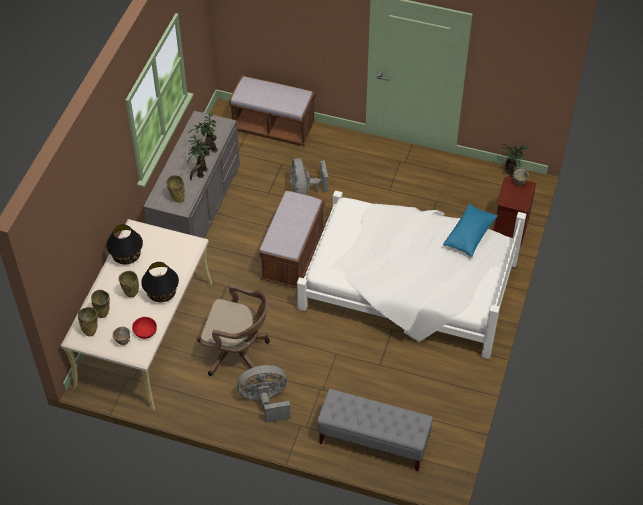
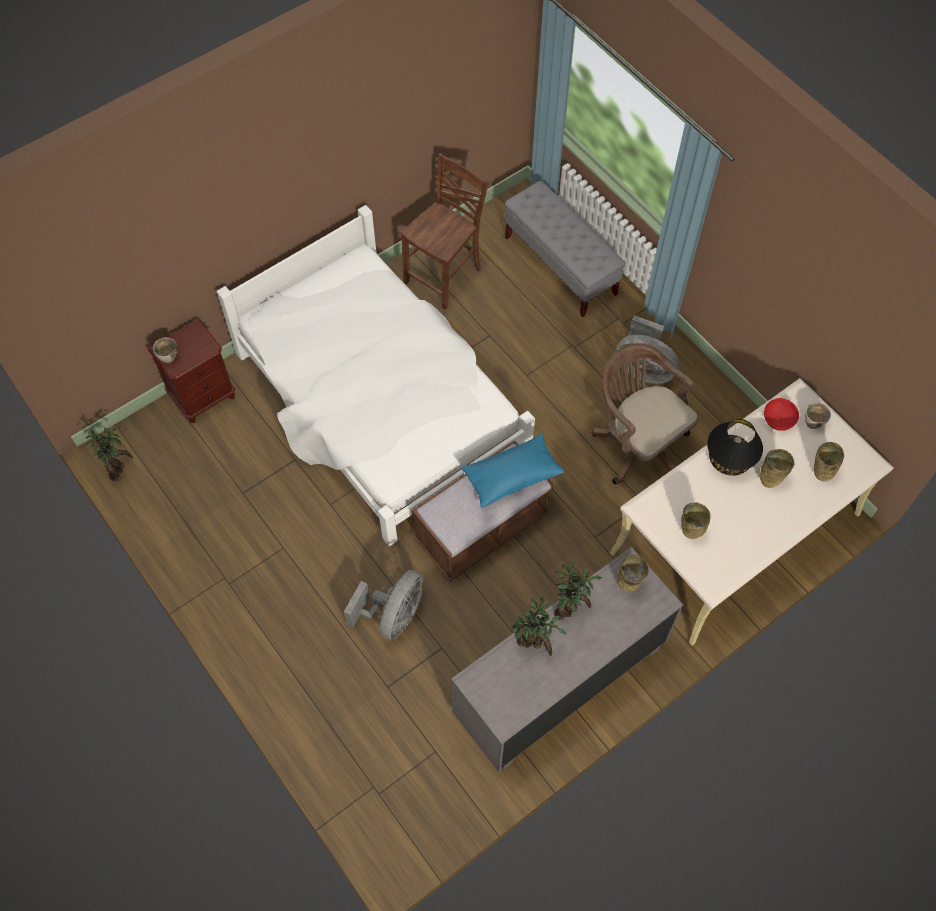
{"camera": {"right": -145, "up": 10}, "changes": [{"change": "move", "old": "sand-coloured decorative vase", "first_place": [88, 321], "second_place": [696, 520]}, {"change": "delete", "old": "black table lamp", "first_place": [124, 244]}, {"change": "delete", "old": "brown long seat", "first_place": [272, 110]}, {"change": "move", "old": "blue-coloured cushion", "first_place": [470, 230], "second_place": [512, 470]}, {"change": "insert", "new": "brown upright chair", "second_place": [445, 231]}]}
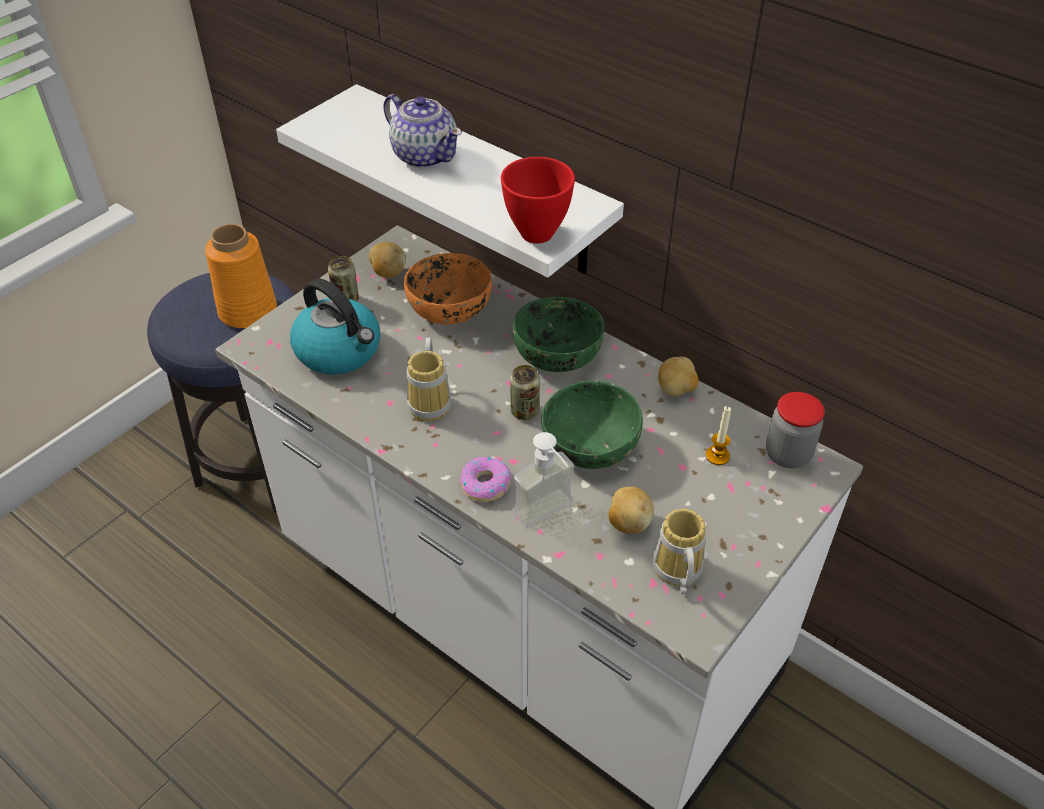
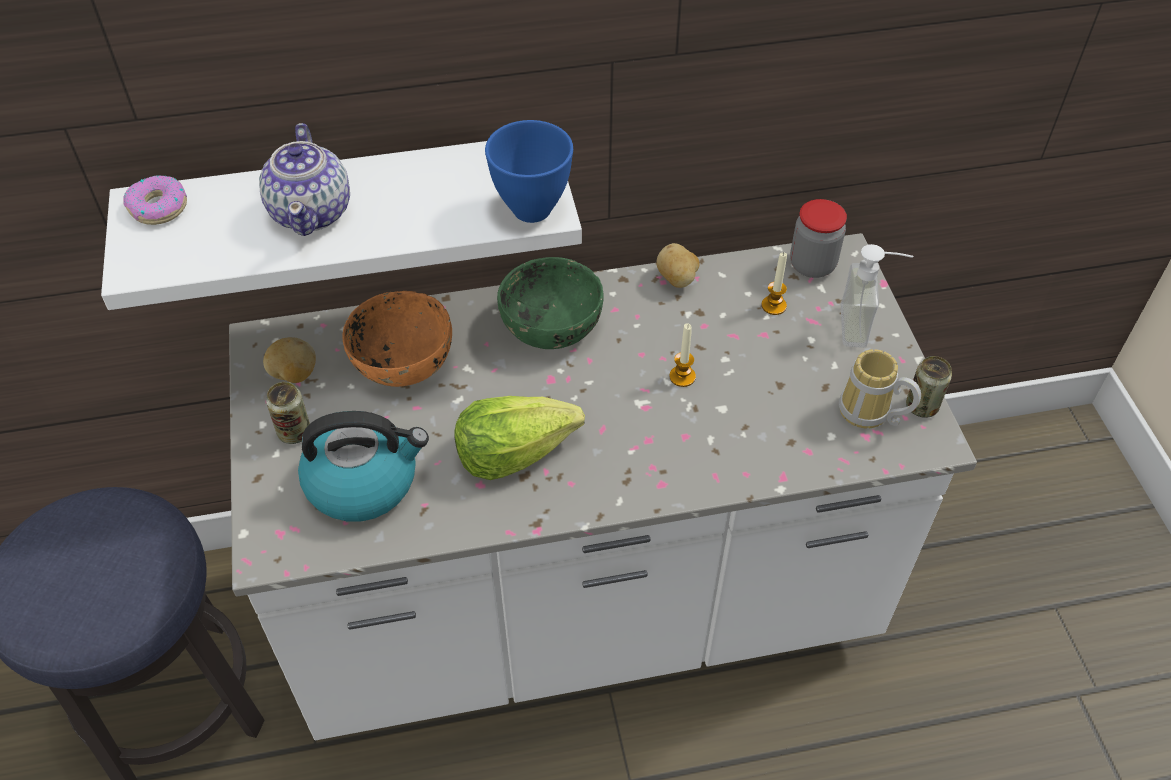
{"camera": {"right": -50, "up": 5}, "changes": [{"change": "delete", "old": "orange decorative vase", "first_place": [241, 276]}, {"change": "rotate", "old": "tea pot", "first_place": [422, 131], "second_place": [304, 179], "degrees": 90}, {"change": "replace", "old": "coffee mug", "new": "lettuce head", "first_place": [429, 379], "second_place": [519, 438]}, {"change": "move", "old": "doughnut", "first_place": [485, 479], "second_place": [155, 200]}, {"change": "recolor", "old": "red bowl", "new": "blue-coloured bowl", "first_place": [538, 200], "second_place": [529, 171]}, {"change": "move", "old": "metal can", "first_place": [525, 392], "second_place": [929, 387]}, {"change": "move", "old": "liquid soap bottle", "first_place": [543, 480], "second_place": [877, 296]}, {"change": "replace", "old": "greenish bowl", "new": "candle", "first_place": [592, 425], "second_place": [682, 355]}, {"change": "delete", "old": "potato", "first_place": [631, 510]}]}
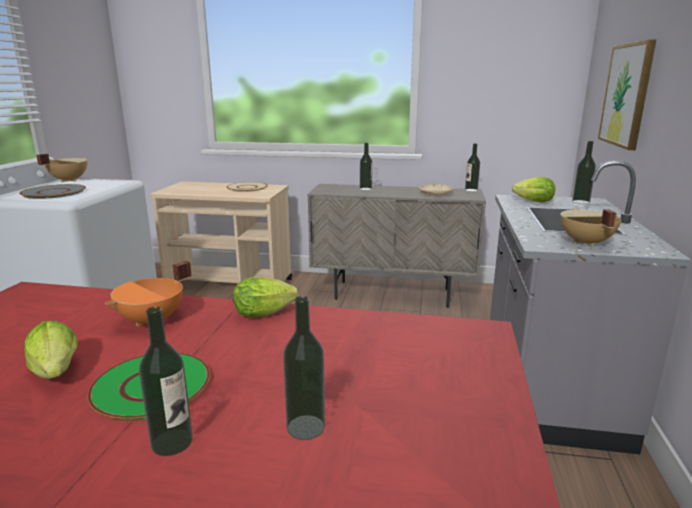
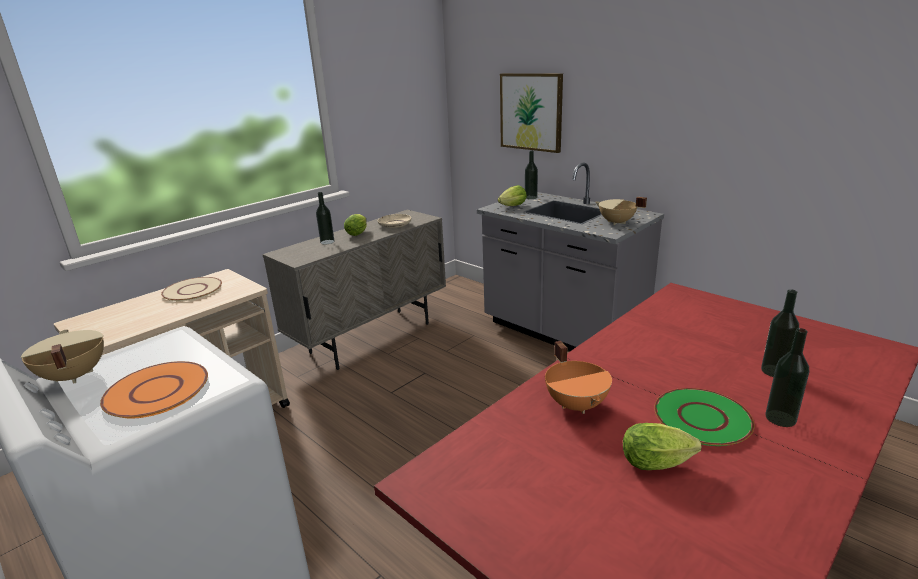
{"camera": {"right": -55, "up": 5}, "changes": [{"change": "recolor", "old": "grey flat dish", "new": "orange flat dish", "first_place": [52, 191], "second_place": [154, 389]}, {"change": "move", "old": "lettuce head", "first_place": [265, 297], "second_place": [355, 225]}, {"change": "delete", "old": "drink bottle", "first_place": [472, 167]}]}
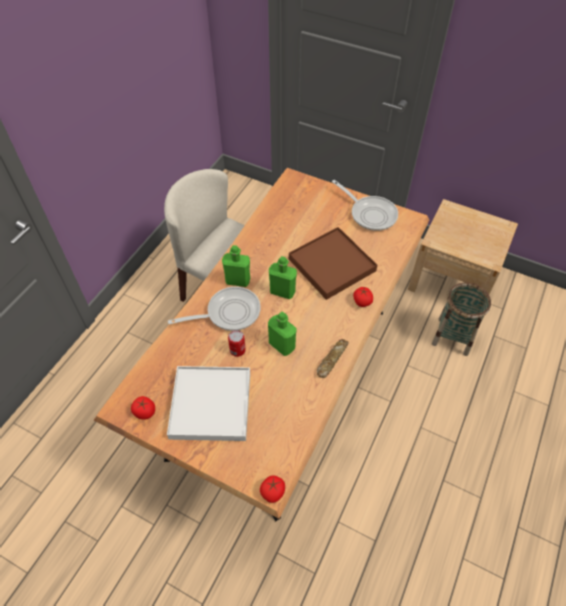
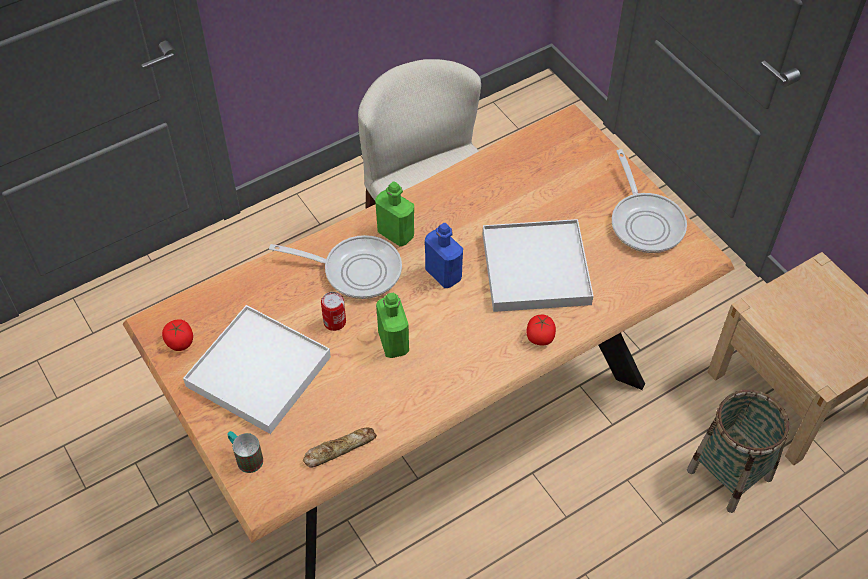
{"camera": {"right": 30, "up": 0}, "changes": [{"change": "delete", "old": "whole tomato", "first_place": [272, 489]}, {"change": "recolor", "old": "greenish drink bottle", "new": "blue-coloured drink bottle", "first_place": [283, 277], "second_place": [444, 255]}, {"change": "recolor", "old": "brown carrying tray", "new": "white-coloured carrying tray", "first_place": [333, 263], "second_place": [538, 265]}, {"change": "move", "old": "baked bread", "first_place": [333, 358], "second_place": [340, 447]}, {"change": "insert", "new": "coffee mug", "second_place": [245, 452]}]}
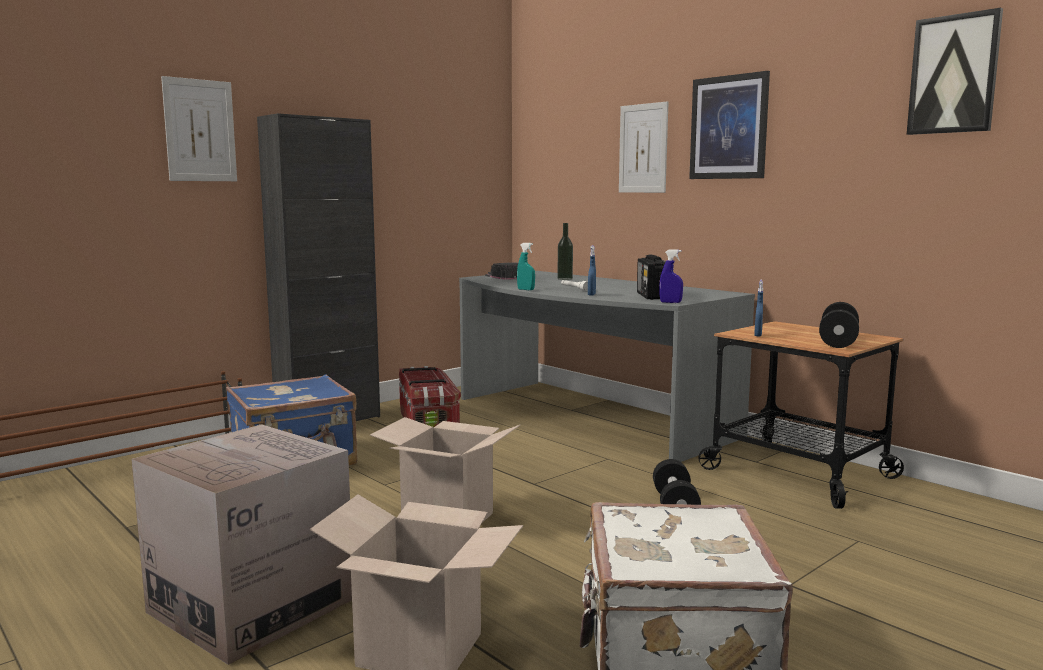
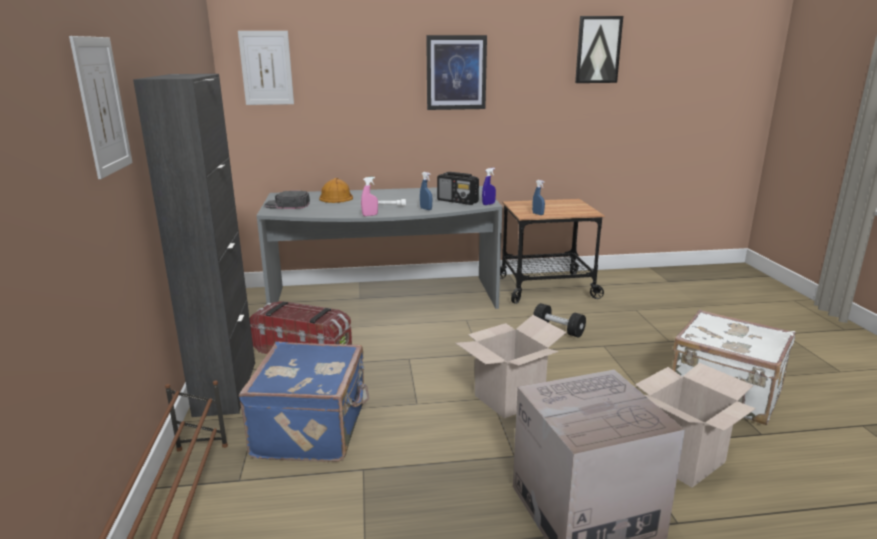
{"camera": {"right": -55, "up": 10}, "changes": [{"change": "recolor", "old": "blue-green sprayer", "new": "pinkish sprayer", "first_place": [526, 266], "second_place": [369, 196]}, {"change": "replace", "old": "drink bottle", "new": "orange safety helmet", "first_place": [565, 251], "second_place": [336, 190]}, {"change": "move", "old": "wall picture", "first_place": [644, 147], "second_place": [266, 68]}, {"change": "delete", "old": "black free weight", "first_place": [839, 325]}]}
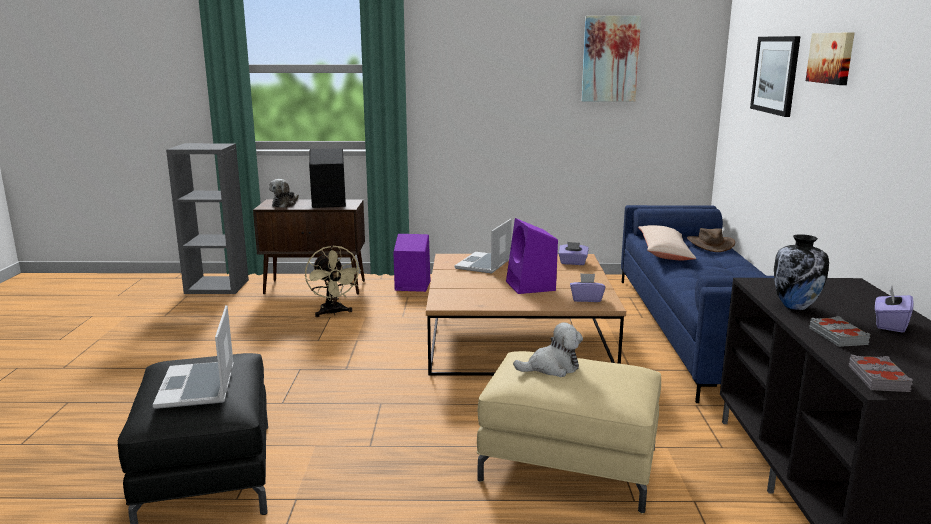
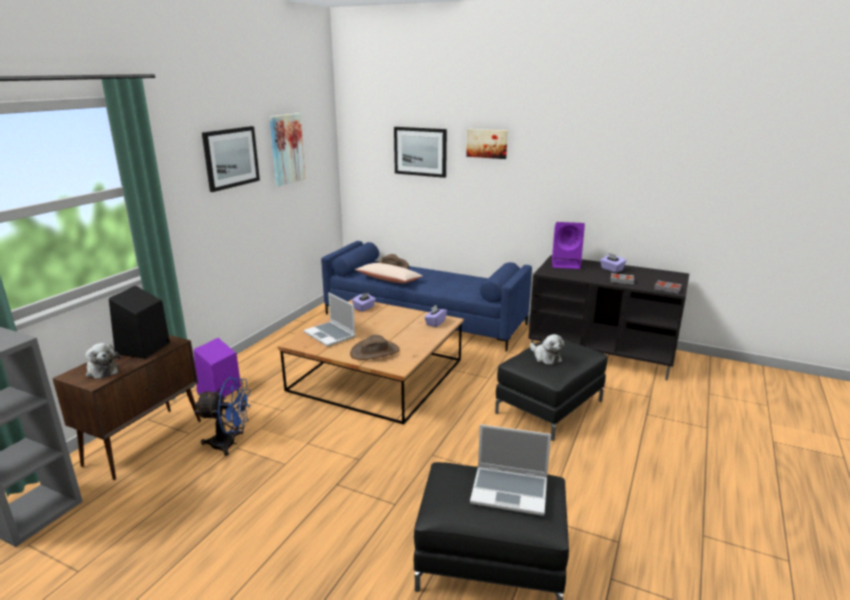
{"camera": {"right": -65, "up": 5}, "changes": [{"change": "recolor", "old": "sand-coloured cooling fan", "new": "blue-coloured cooling fan", "first_place": [333, 281], "second_place": [223, 416]}, {"change": "recolor", "old": "sand-coloured footrest", "new": "black footrest", "first_place": [569, 432], "second_place": [551, 389]}, {"change": "move", "old": "purple-coloured audio speaker", "first_place": [532, 256], "second_place": [568, 245]}, {"change": "rotate", "old": "soft toy", "first_place": [548, 349], "second_place": [547, 349], "degrees": 135}, {"change": "delete", "old": "decorative vase", "first_place": [801, 272]}, {"change": "insert", "new": "wall picture", "second_place": [231, 159]}, {"change": "insert", "new": "brown clothing hat", "second_place": [375, 347]}]}
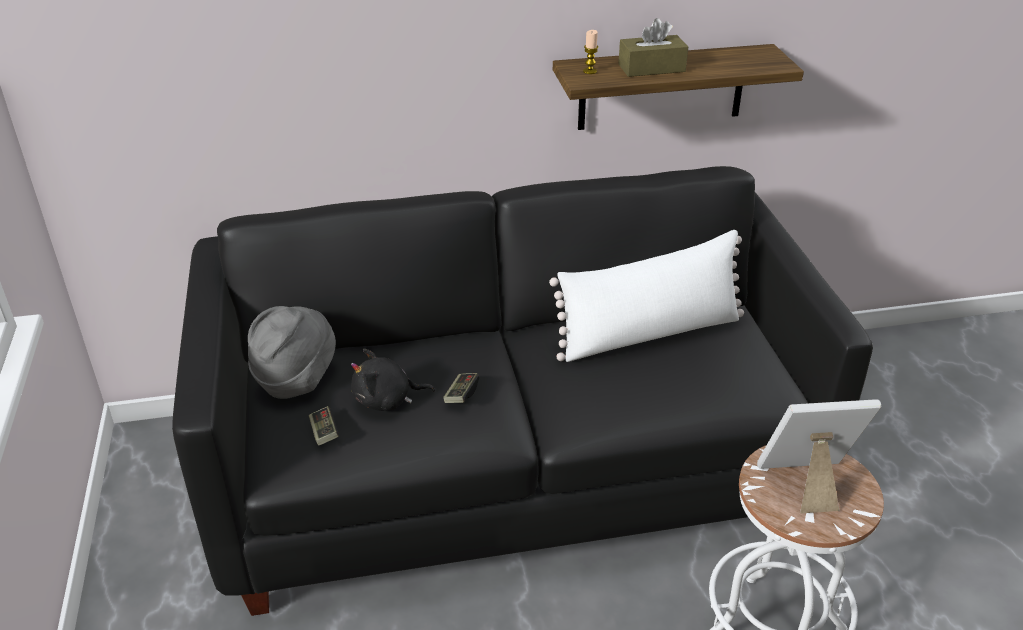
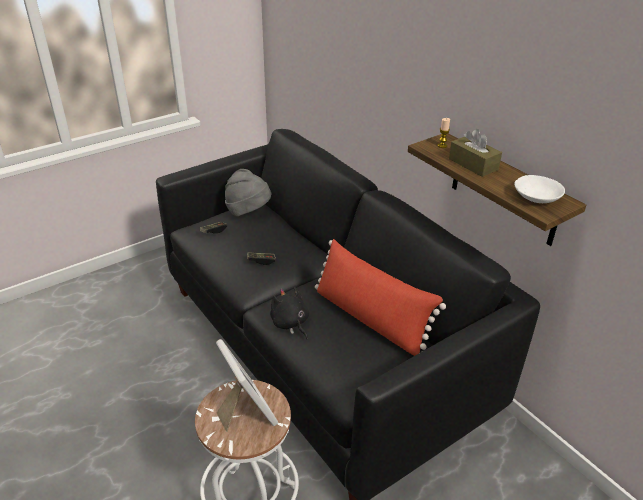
{"camera": {"right": 65, "up": 0}, "changes": [{"change": "move", "old": "black soft toy", "first_place": [393, 379], "second_place": [289, 314]}, {"change": "recolor", "old": "white-coloured cushion", "new": "red cushion", "first_place": [646, 296], "second_place": [380, 297]}, {"change": "insert", "new": "white-coloured bowl", "second_place": [539, 189]}]}
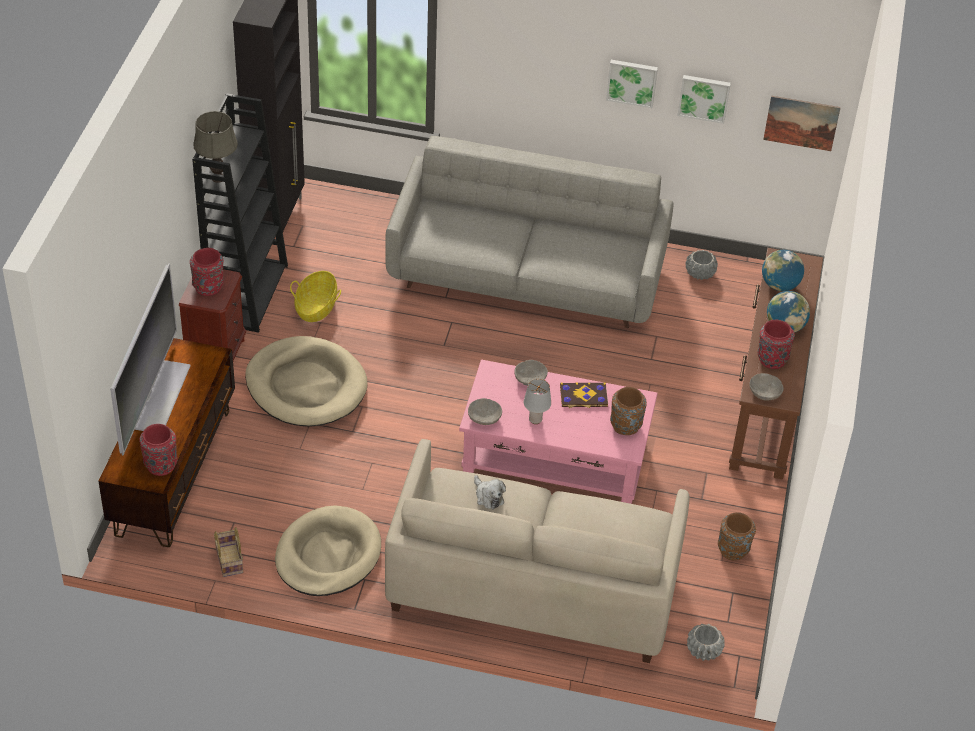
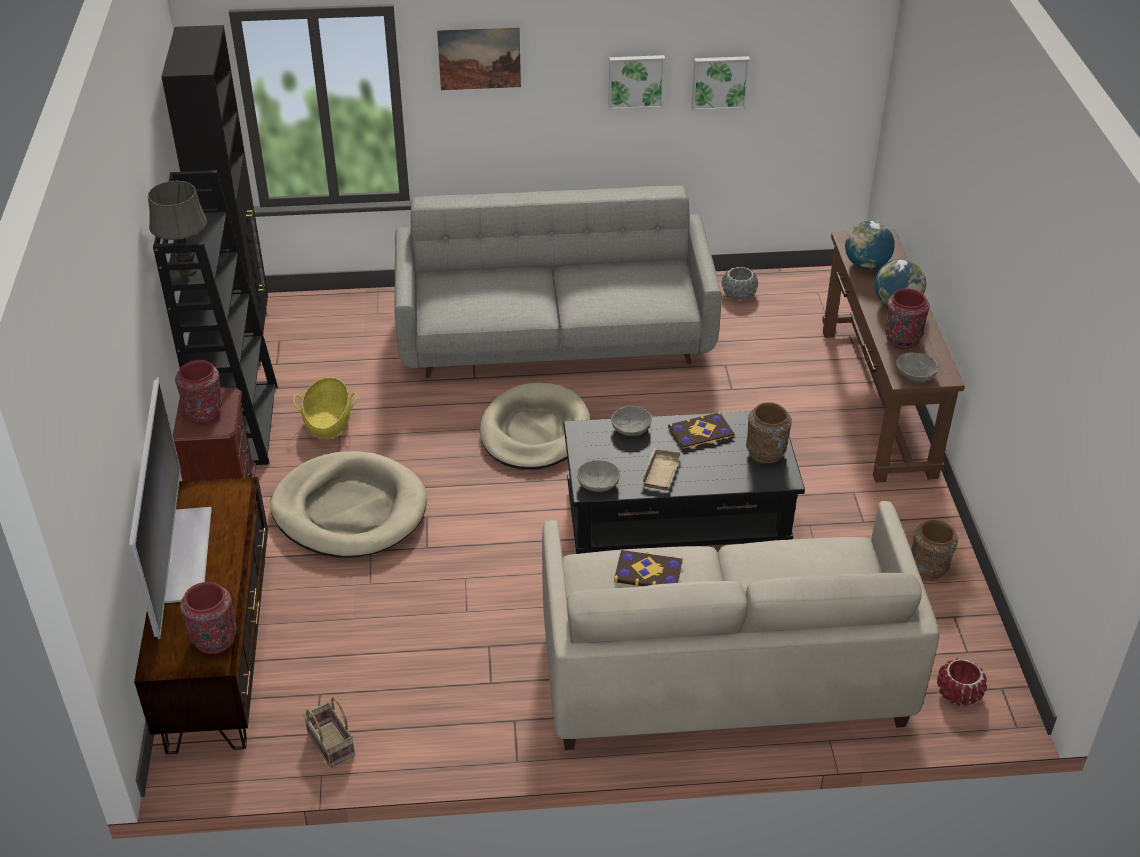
{"camera": {"right": -15, "up": -5}, "changes": [{"change": "move", "old": "sand-coloured pet bed", "first_place": [328, 550], "second_place": [535, 426]}, {"change": "recolor", "old": "pinkish low table", "new": "black low table", "first_place": [558, 432], "second_place": [684, 482]}, {"change": "replace", "old": "soft toy", "new": "volume", "first_place": [490, 492], "second_place": [648, 568]}, {"change": "replace", "old": "grey table lamp", "new": "sand-coloured carrying tray", "first_place": [537, 401], "second_place": [661, 469]}, {"change": "recolor", "old": "grey planter", "new": "red planter", "first_place": [706, 642], "second_place": [962, 682]}, {"change": "move", "old": "wall picture", "first_place": [802, 123], "second_place": [479, 58]}]}
